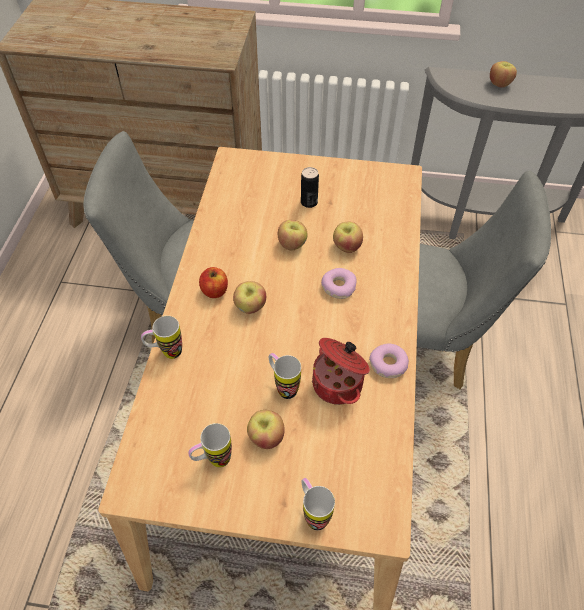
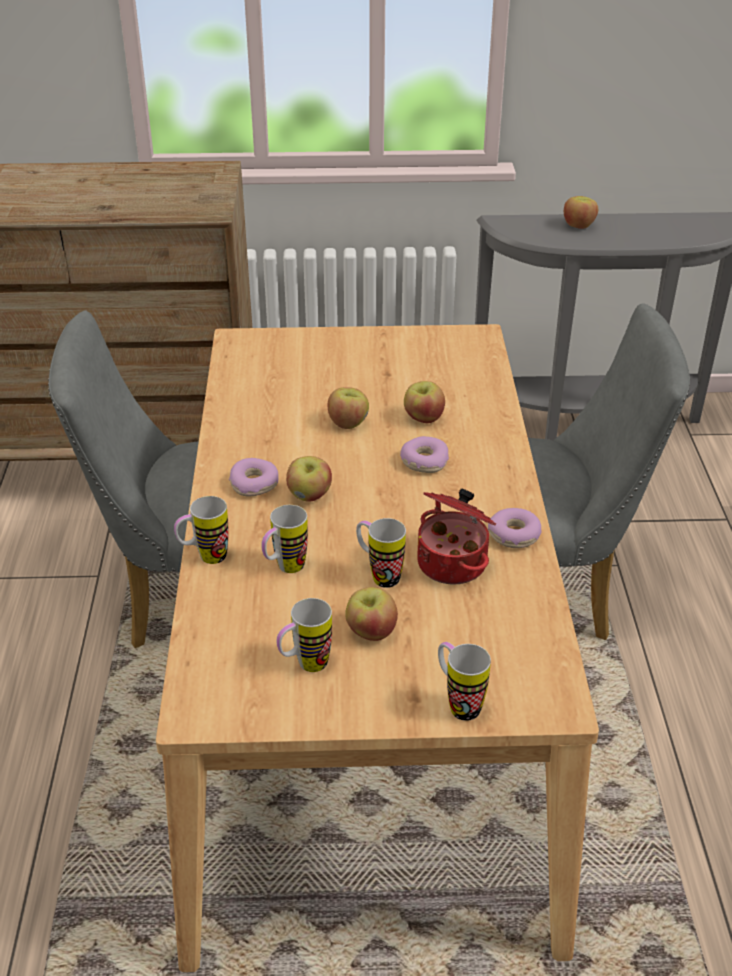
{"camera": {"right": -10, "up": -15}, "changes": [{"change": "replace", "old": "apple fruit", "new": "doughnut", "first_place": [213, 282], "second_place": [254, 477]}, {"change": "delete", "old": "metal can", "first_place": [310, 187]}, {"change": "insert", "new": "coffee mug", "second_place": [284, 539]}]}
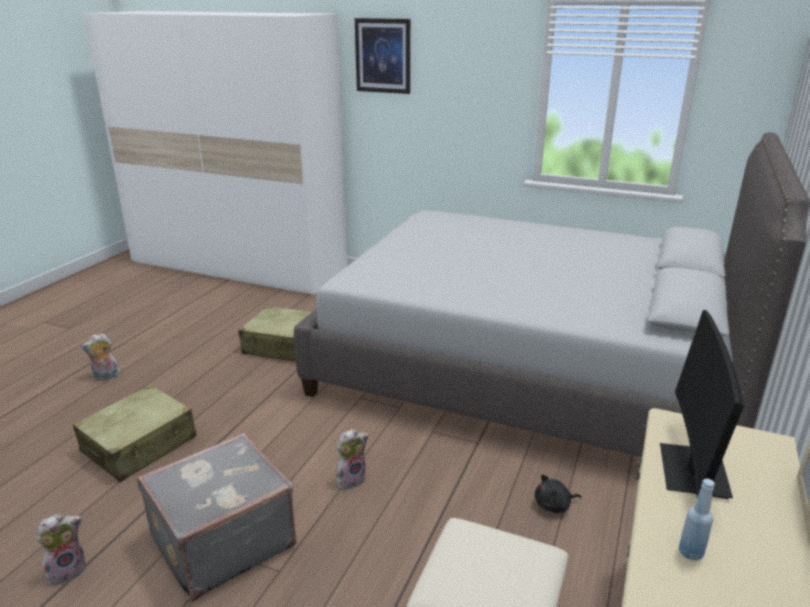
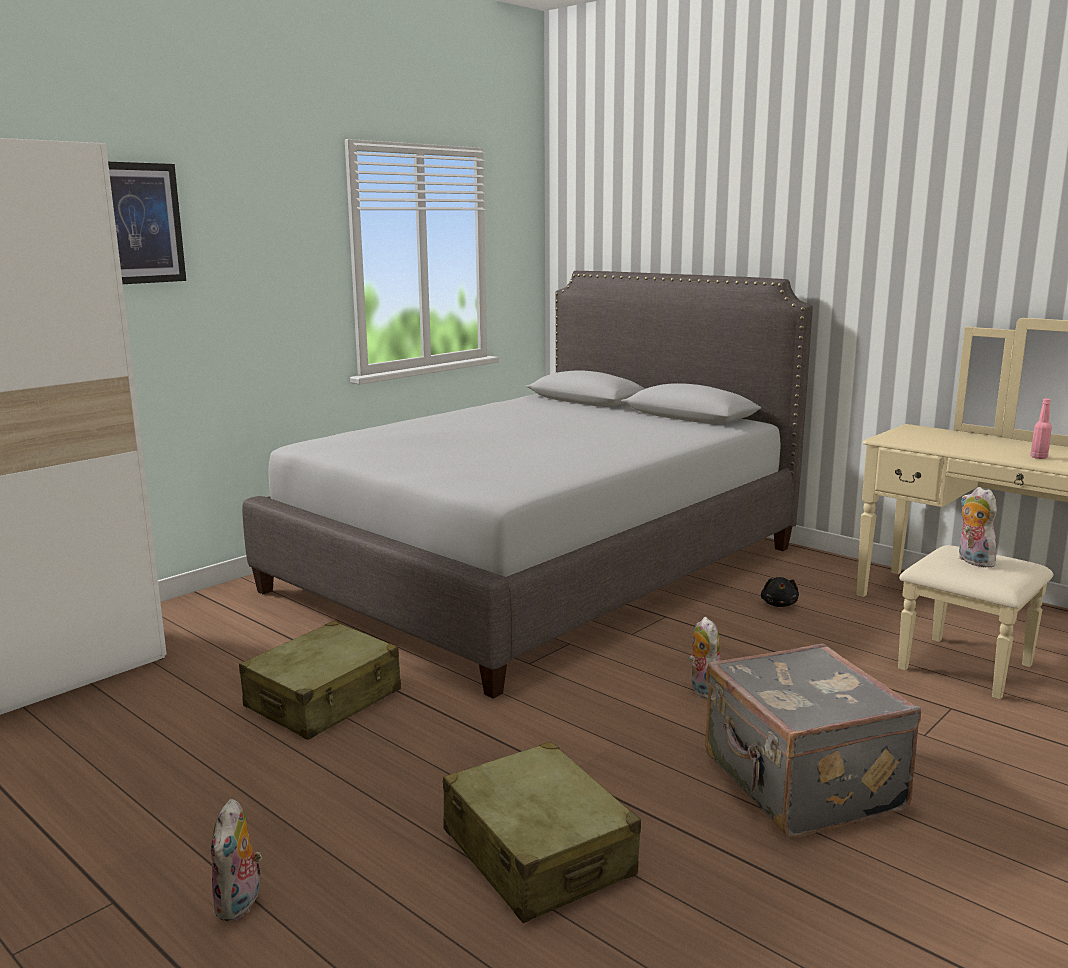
{"camera": {"right": -70, "up": -10}, "changes": [{"change": "move", "old": "soft toy", "first_place": [61, 549], "second_place": [977, 527]}, {"change": "delete", "old": "computer display", "first_place": [702, 404]}, {"change": "recolor", "old": "blue-coloured drink bottle", "new": "pinkish drink bottle", "first_place": [697, 520], "second_place": [1041, 429]}]}
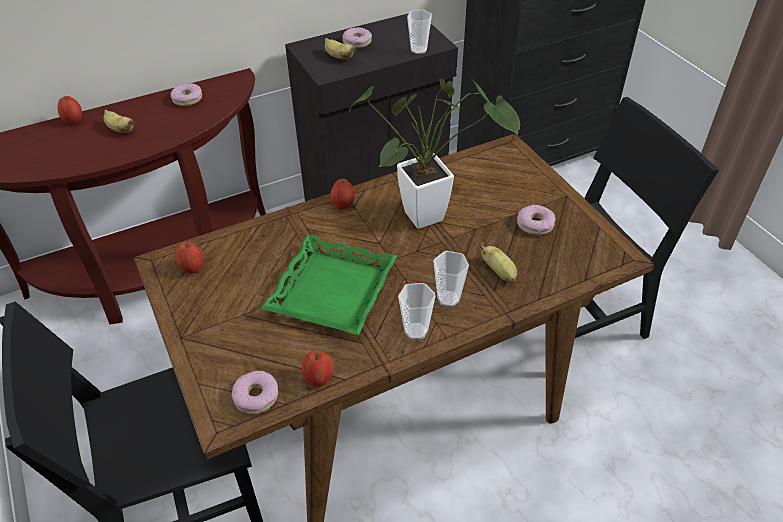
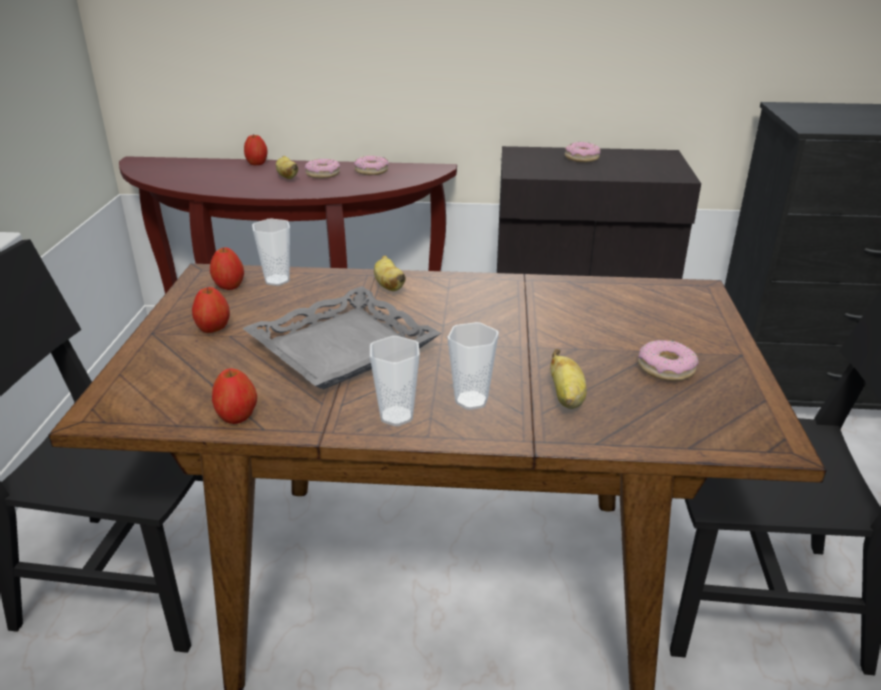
{"camera": {"right": 30, "up": -15}, "changes": [{"change": "move", "old": "doughnut", "first_place": [255, 392], "second_place": [322, 169]}, {"change": "recolor", "old": "greenish carrying tray", "new": "grey carrying tray", "first_place": [329, 284], "second_place": [342, 338]}, {"change": "move", "old": "banana fruit", "first_place": [340, 49], "second_place": [390, 273]}, {"change": "move", "old": "apple fruit", "first_place": [343, 194], "second_place": [211, 310]}, {"change": "delete", "old": "potted plant", "first_place": [434, 153]}, {"change": "move", "old": "small cup", "first_place": [419, 31], "second_place": [271, 252]}]}
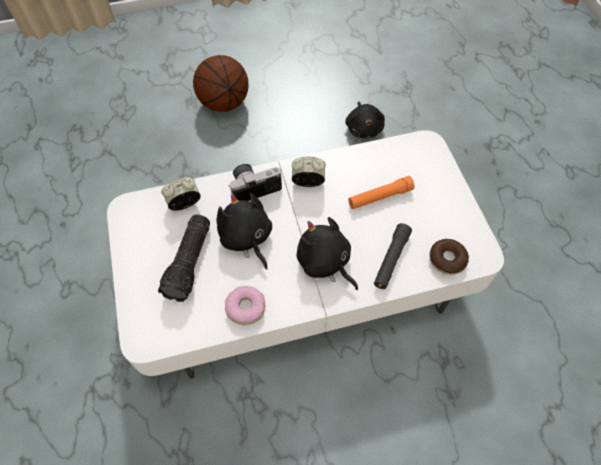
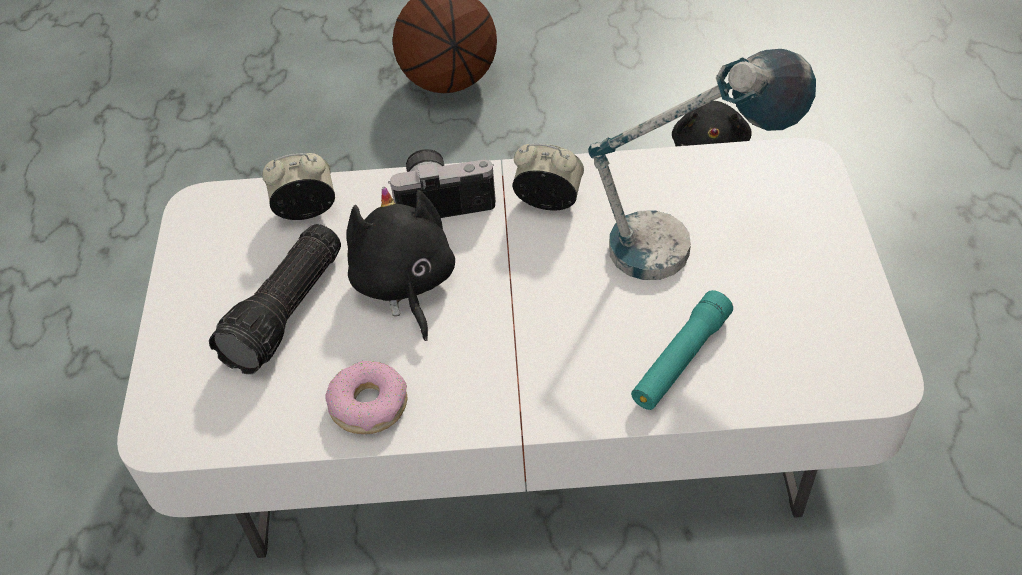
{"camera": {"right": 15, "up": -10}, "changes": [{"change": "delete", "old": "black soft toy", "first_place": [327, 253]}, {"change": "replace", "old": "orange torch", "new": "table lamp", "first_place": [381, 192], "second_place": [702, 164]}, {"change": "recolor", "old": "black torch", "new": "blue-green torch", "first_place": [393, 256], "second_place": [682, 350]}, {"change": "delete", "old": "doughnut", "first_place": [449, 257]}]}
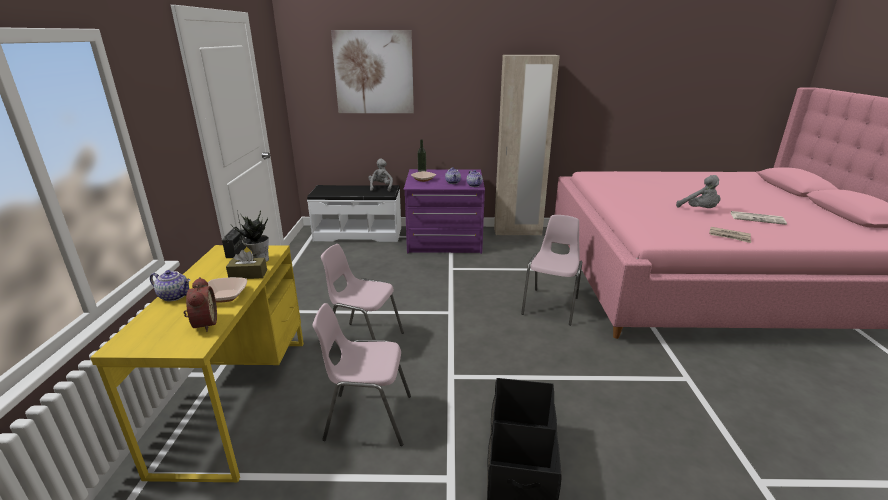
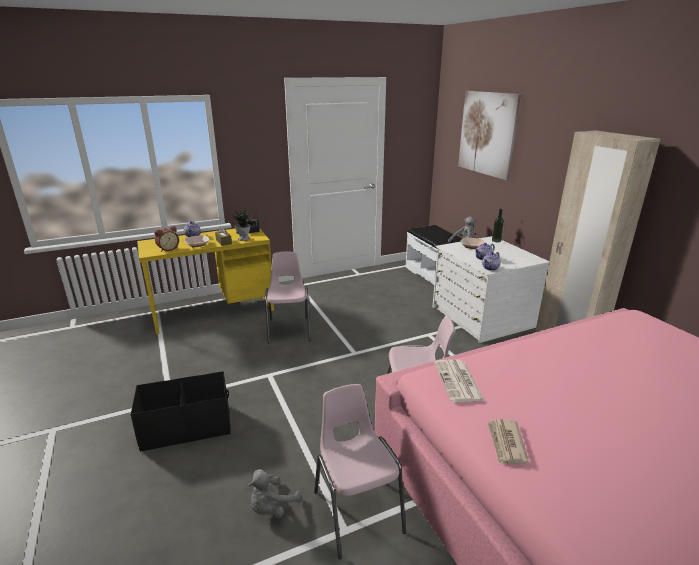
{"camera": {"right": 65, "up": 0}, "changes": [{"change": "move", "old": "pinkish upright chair", "first_place": [362, 374], "second_place": [360, 471]}, {"change": "recolor", "old": "purple-coloured chest of drawers", "new": "white-coloured chest of drawers", "first_place": [444, 211], "second_place": [491, 289]}, {"change": "move", "old": "grey soft toy", "first_place": [698, 191], "second_place": [275, 493]}, {"change": "move", "old": "daily paper", "first_place": [758, 218], "second_place": [459, 380]}]}
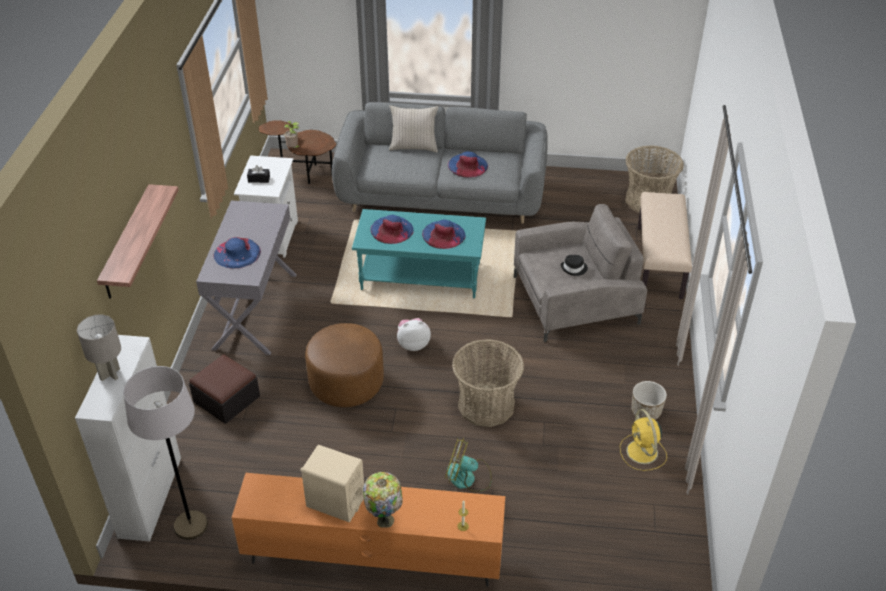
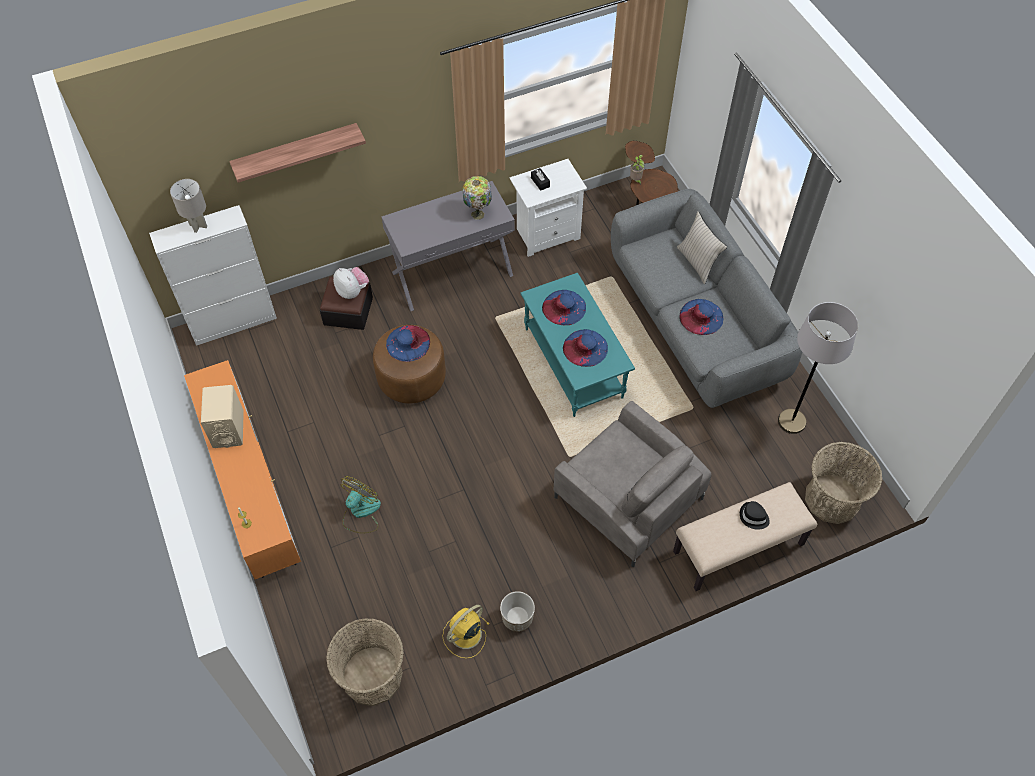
{"camera": {"right": 60, "up": 15}, "changes": [{"change": "move", "old": "grey standing lamp", "first_place": [165, 453], "second_place": [818, 368]}, {"change": "move", "old": "blue-coloured clothing hat", "first_place": [237, 253], "second_place": [408, 343]}, {"change": "move", "old": "table lamp", "first_place": [383, 500], "second_place": [477, 198]}, {"change": "move", "old": "soft toy", "first_place": [414, 334], "second_place": [351, 283]}, {"change": "rotate", "old": "cooling fan", "first_place": [468, 464], "second_place": [360, 505], "degrees": 45}, {"change": "move", "old": "basket", "first_place": [488, 383], "second_place": [365, 662]}, {"change": "move", "old": "black clothing hat", "first_place": [574, 265], "second_place": [755, 515]}]}
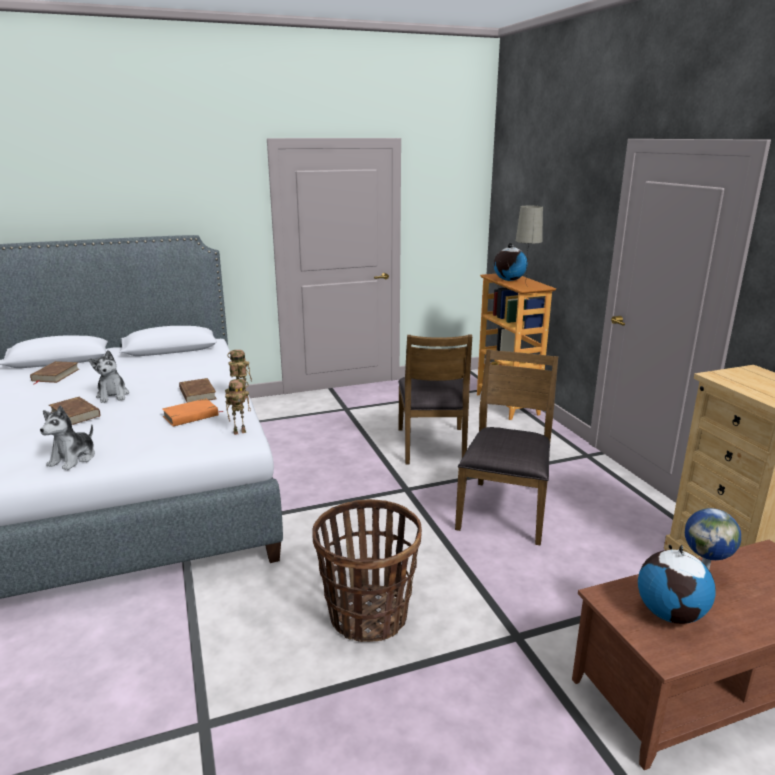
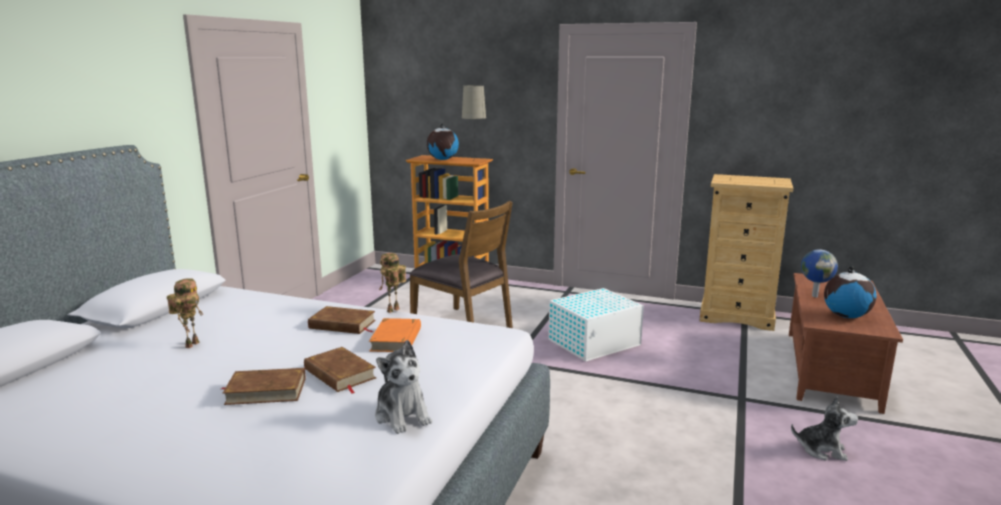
{"camera": {"right": -50, "up": -5}, "changes": [{"change": "move", "old": "brown volume", "first_place": [54, 372], "second_place": [340, 370]}, {"change": "move", "old": "soft toy", "first_place": [108, 376], "second_place": [824, 428]}, {"change": "move", "old": "toy robot", "first_place": [238, 407], "second_place": [185, 313]}, {"change": "delete", "old": "basket", "first_place": [367, 570]}, {"change": "replace", "old": "brown upright chair", "new": "white-coloured storage box", "first_place": [506, 447], "second_place": [596, 324]}]}
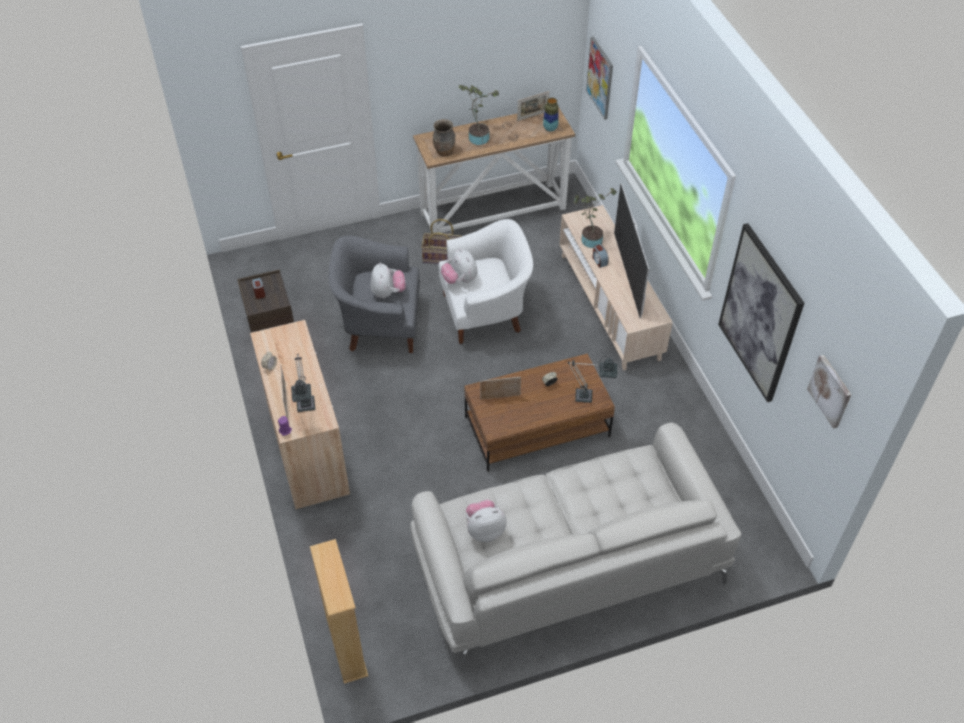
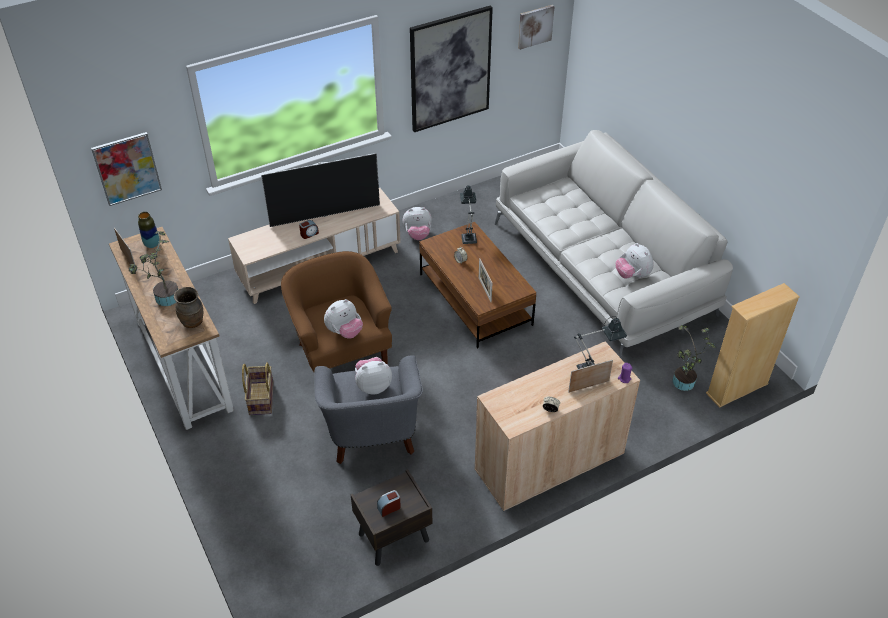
{"camera": {"right": -100, "up": -5}, "changes": [{"change": "recolor", "old": "white-coloured armchair", "new": "brown armchair", "first_place": [485, 281], "second_place": [336, 311]}, {"change": "move", "old": "potted plant", "first_place": [595, 218], "second_place": [693, 358]}, {"change": "insert", "new": "soft toy", "second_place": [417, 223]}]}
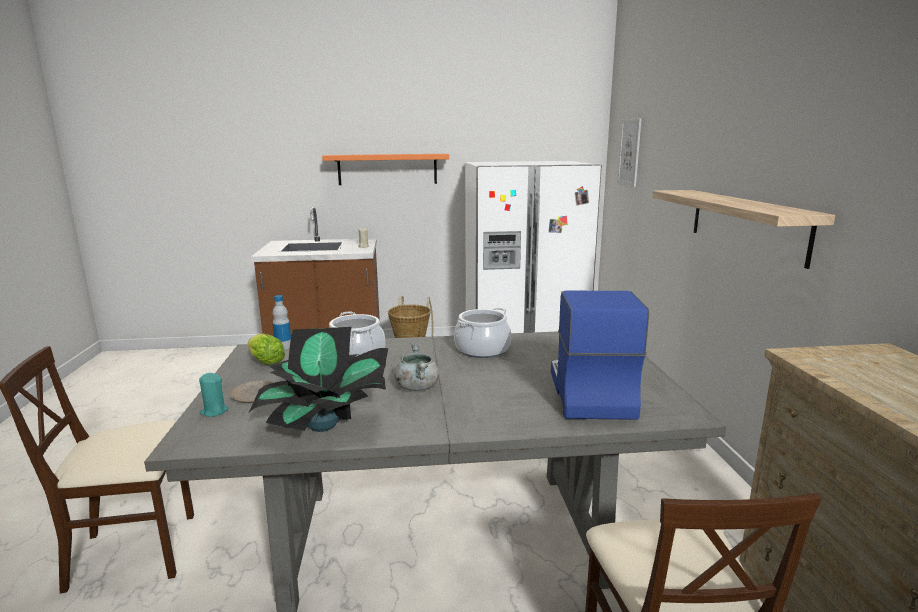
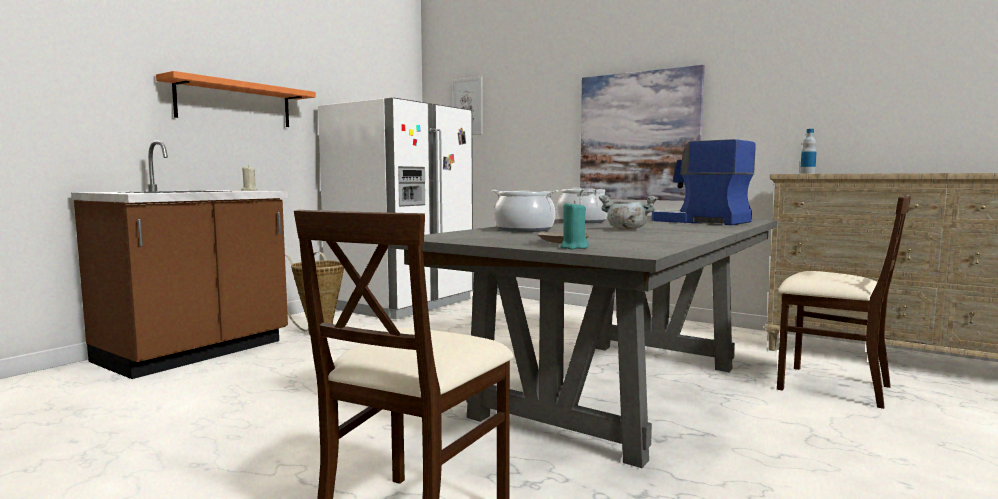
{"camera": {"right": -50, "up": -10}, "changes": [{"change": "delete", "old": "lettuce head", "first_place": [266, 349]}, {"change": "delete", "old": "potted plant", "first_place": [318, 379]}, {"change": "move", "old": "drink bottle", "first_place": [281, 322], "second_place": [808, 151]}, {"change": "replace", "old": "wall shelf", "new": "wall picture", "first_place": [744, 229], "second_place": [642, 133]}]}
